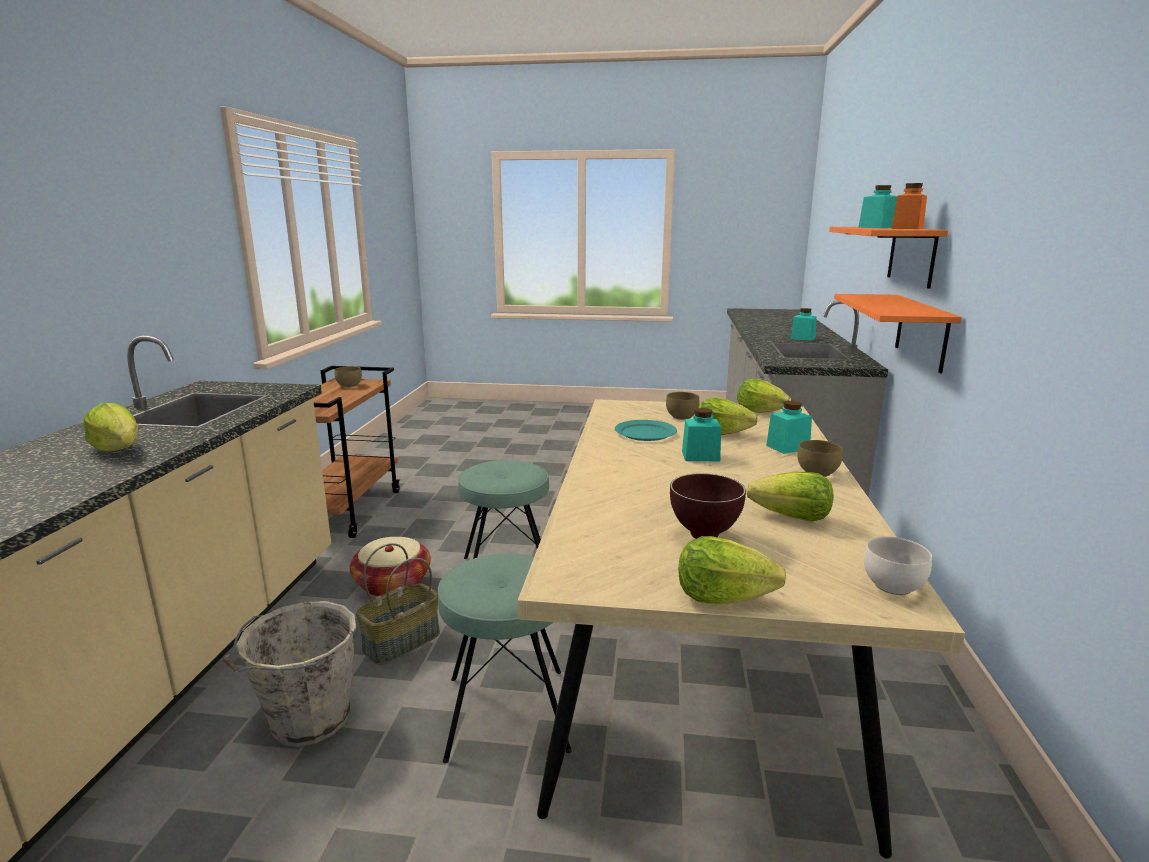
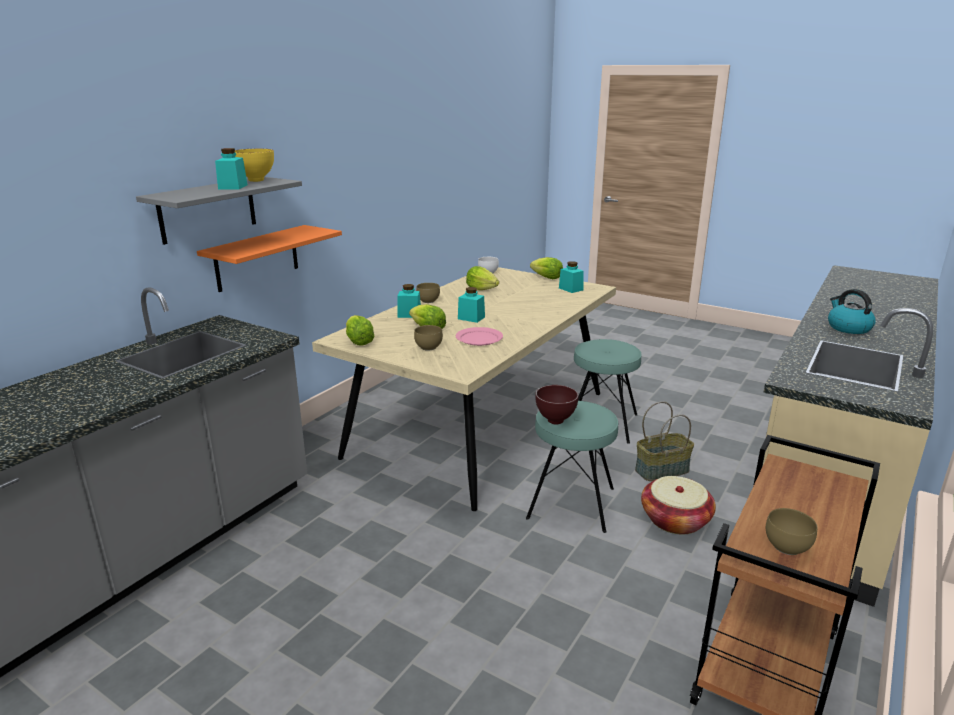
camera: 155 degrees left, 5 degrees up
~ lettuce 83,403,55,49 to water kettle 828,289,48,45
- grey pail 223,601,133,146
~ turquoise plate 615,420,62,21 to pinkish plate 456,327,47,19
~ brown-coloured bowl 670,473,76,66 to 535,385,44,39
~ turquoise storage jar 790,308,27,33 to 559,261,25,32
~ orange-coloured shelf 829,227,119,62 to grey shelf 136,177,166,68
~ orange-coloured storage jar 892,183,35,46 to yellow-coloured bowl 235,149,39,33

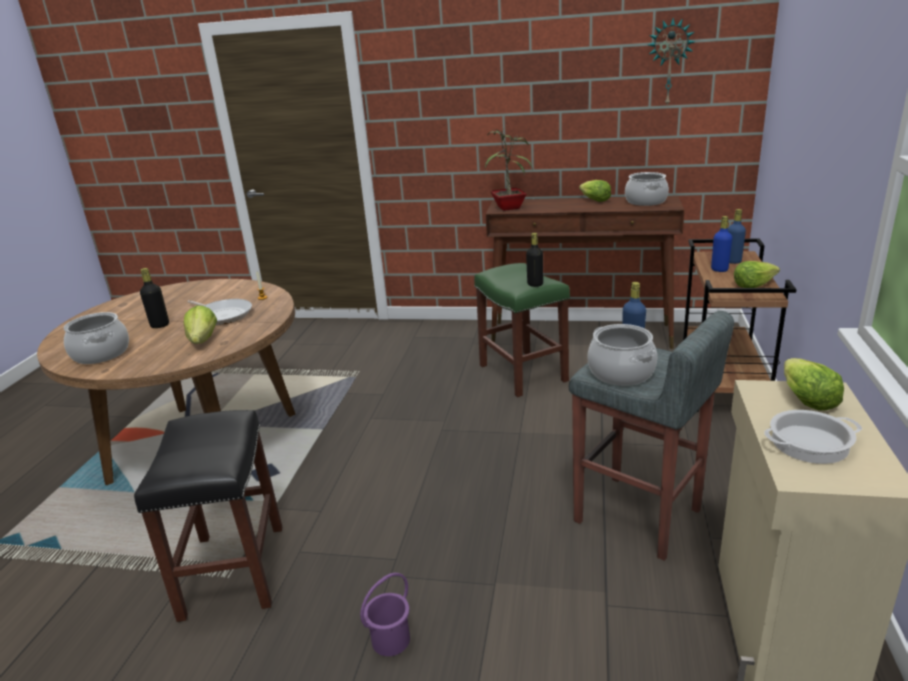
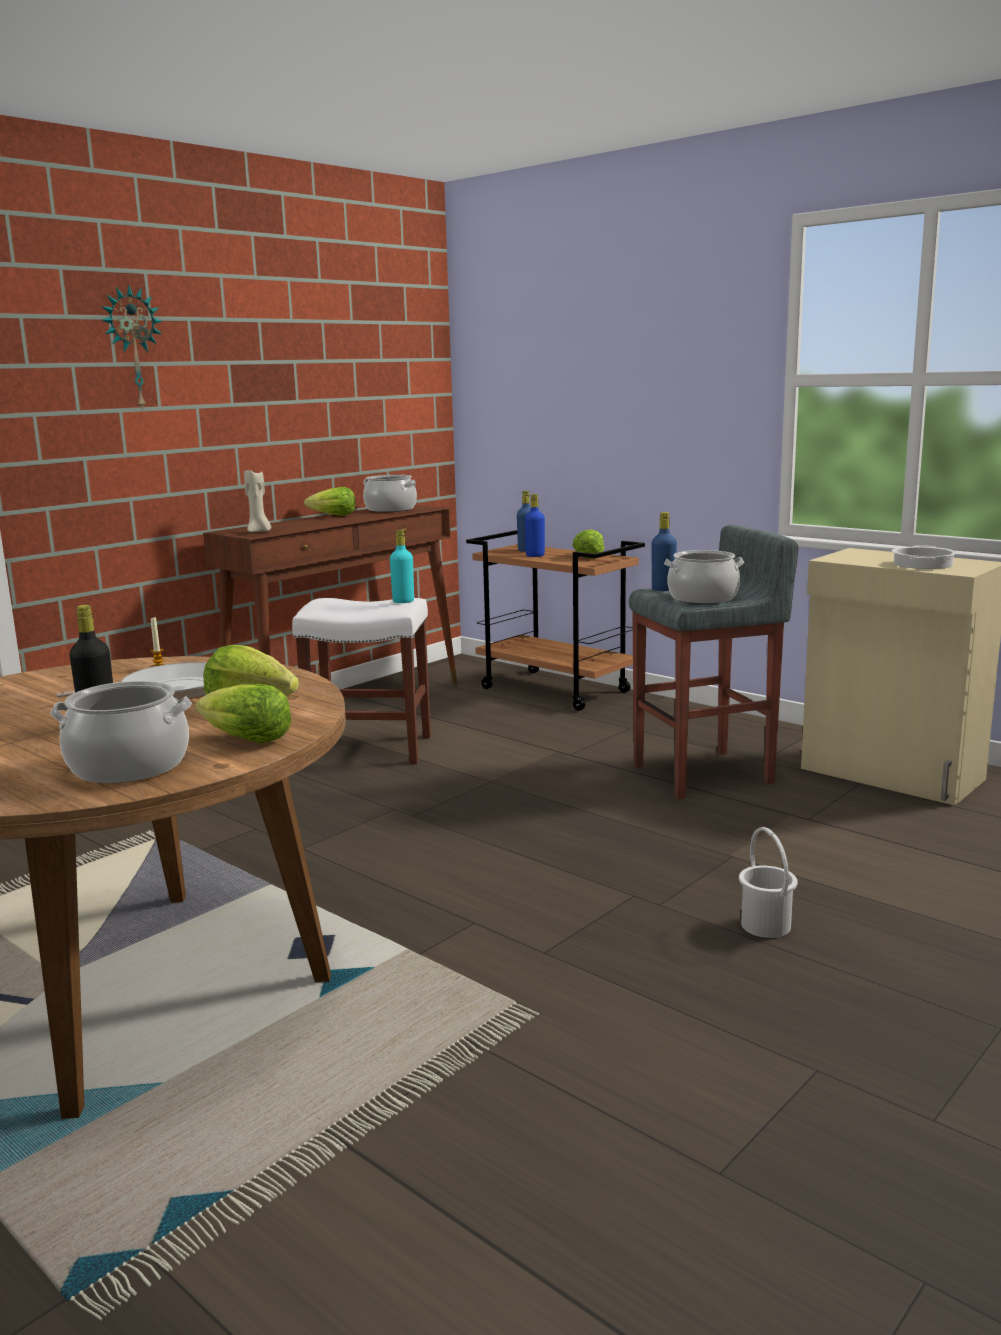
camera: 60 degrees left, 10 degrees down
- black stool 134,410,148,212
~ purple-coloured pail 360,573,50,83 to white-coloured pail 739,827,59,111
~ greenish stool 474,263,96,134 to white-coloured stool 292,598,139,166
~ plant in a pot 485,129,48,82 to beige wax candle 244,470,27,62
~ black bottle 526,233,17,54 to turquoise bottle 390,530,24,73
~ wall clock 648,18,47,89 to 102,285,60,126
~ lettuce 784,358,60,53 to 195,684,96,59

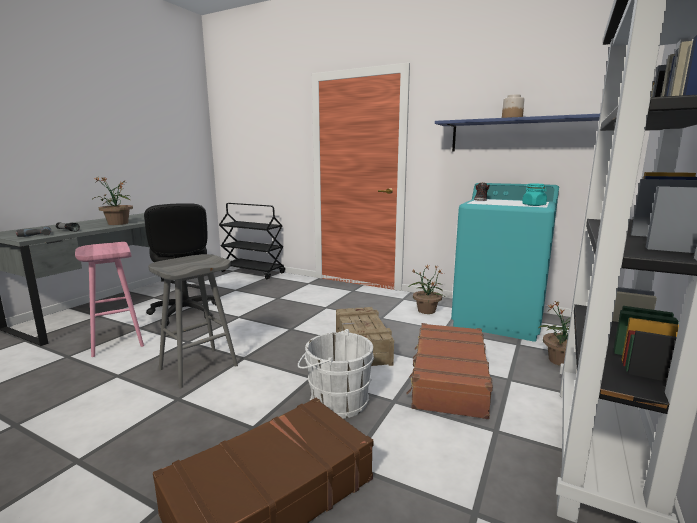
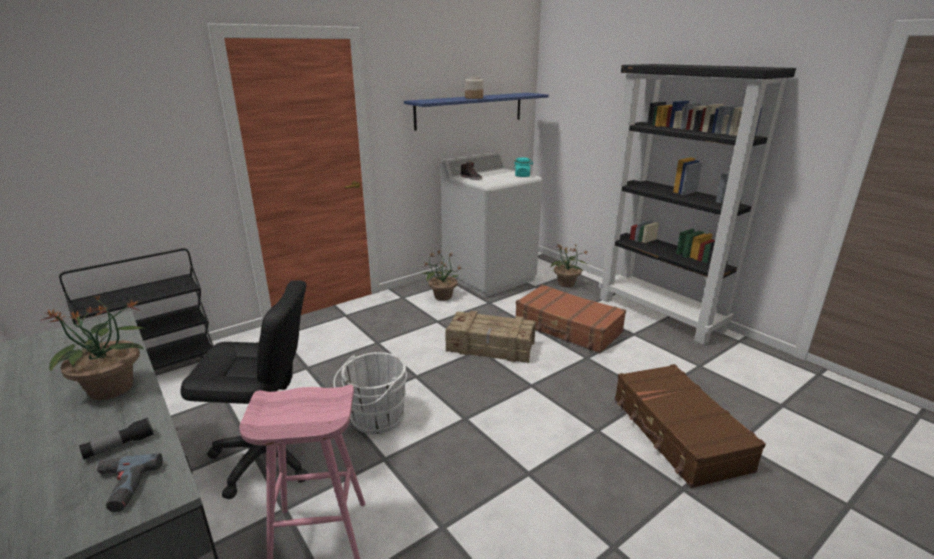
camera: 65 degrees left, 10 degrees up
- grey stool 148,254,90,135
~ white-coloured pail 298,329,76,90 to 333,352,74,82
~ turquoise laundry machine 451,183,108,159 to white-coloured laundry machine 441,152,102,145

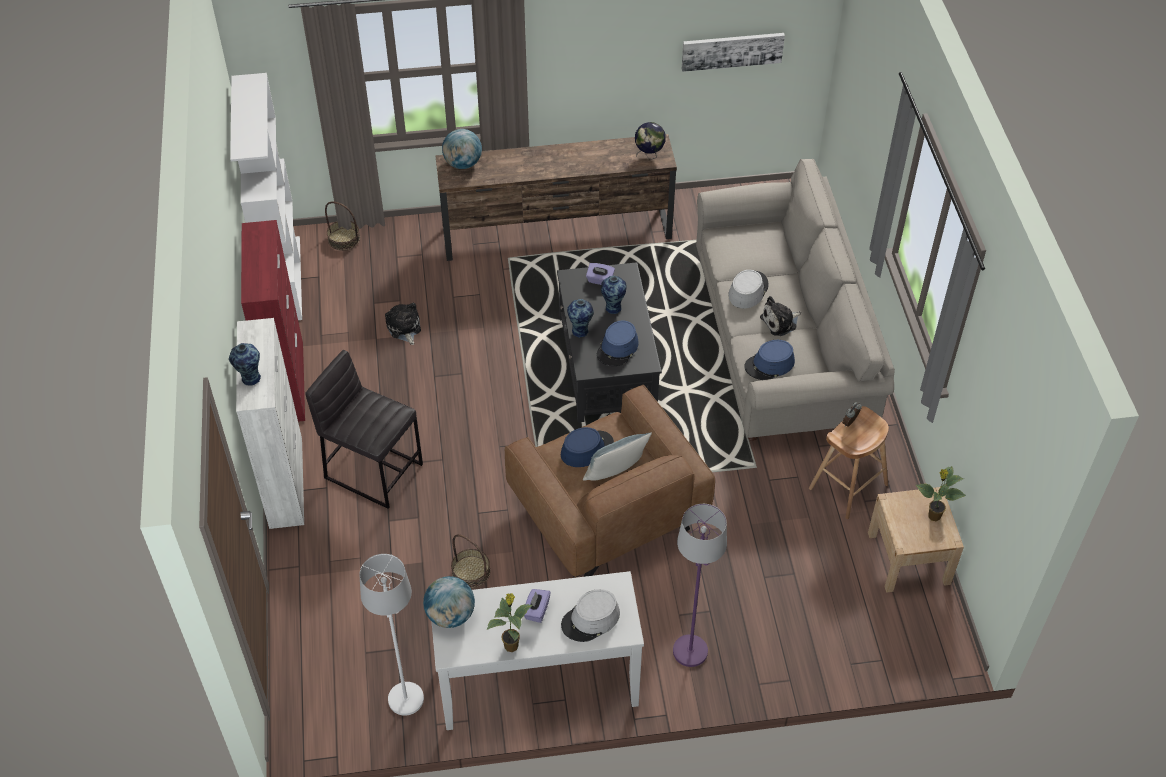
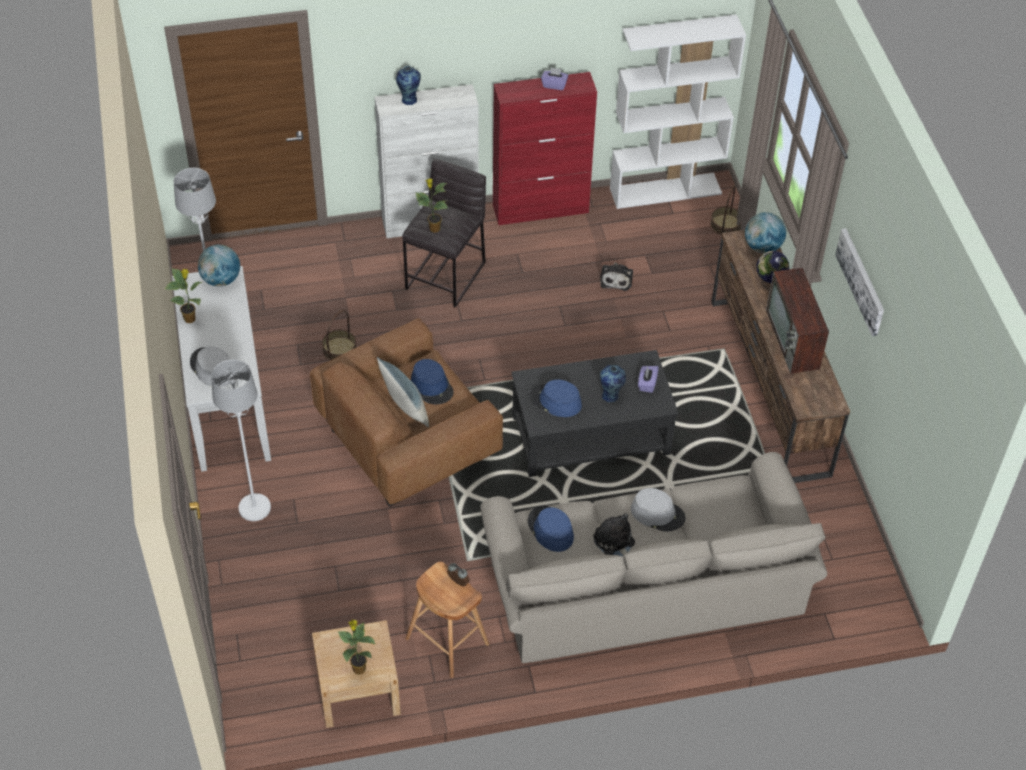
camera: 85 degrees right, 0 degrees up
~ cuddly toy 385,303,36,42 = 600,262,33,29 120 degrees clockwise
~ purple-coloured tissue box 524,589,27,34 to 541,67,28,23
- flower vase 567,299,27,39
~ world globe 635,122,31,38 to 756,251,33,39
~ purple-coloured floor lamp 673,504,54,163 to white-coloured floor lamp 211,359,60,162
~ wall art 682,33,103,39 to 835,228,49,108
+ plant in a pot 416,179,32,54
+ TV 766,268,63,106

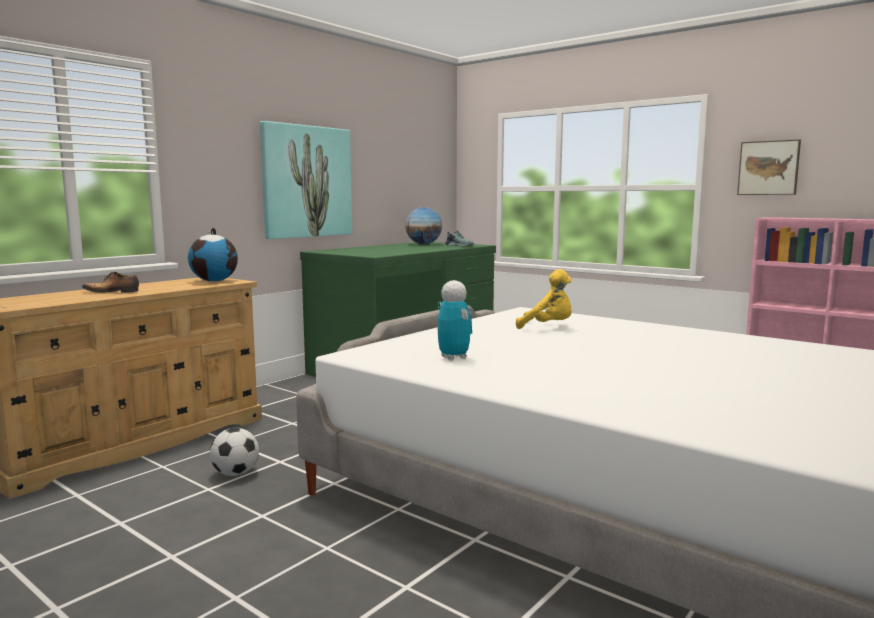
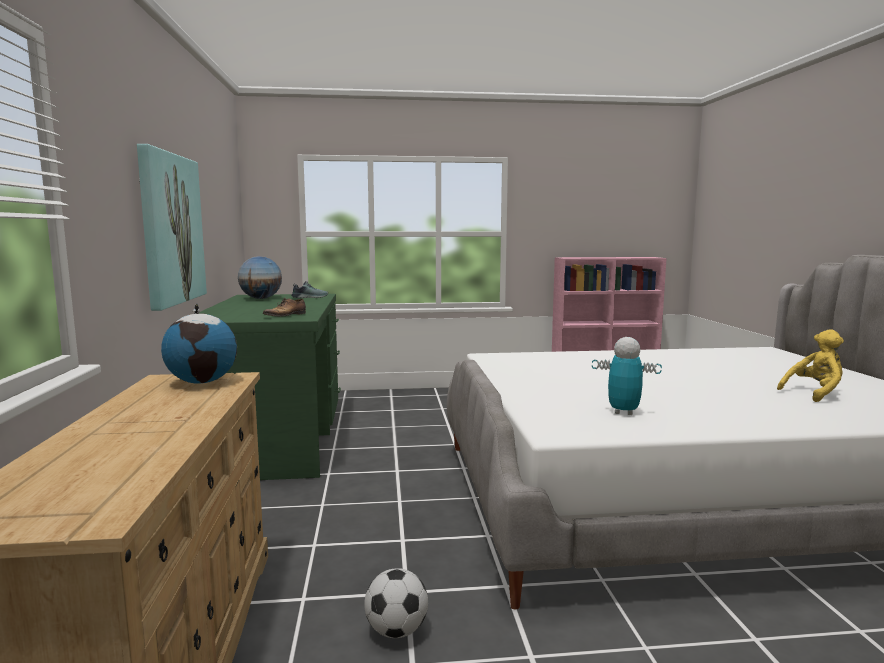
camera: 45 degrees left, 0 degrees up
~ item of footwear 82,272,57,21 to 263,298,43,18
~ yellow-coloured cuddly toy 516,269,56,60 to 777,329,67,73
- wall art 737,139,64,56

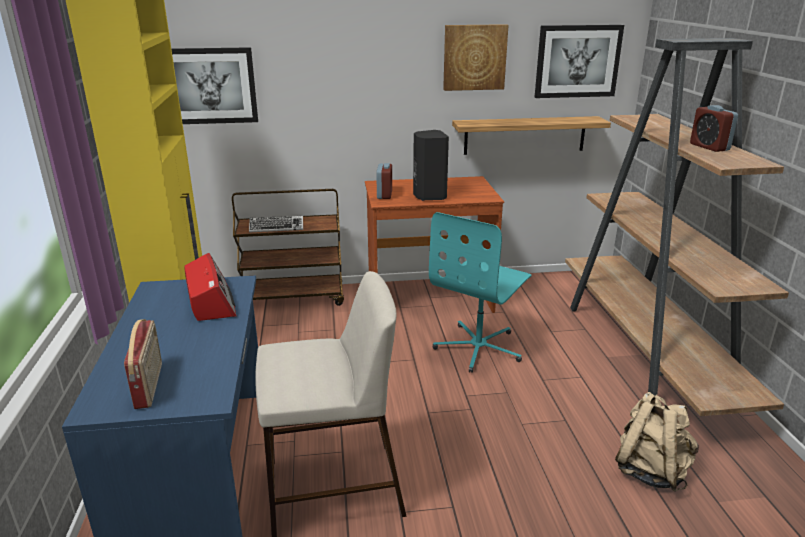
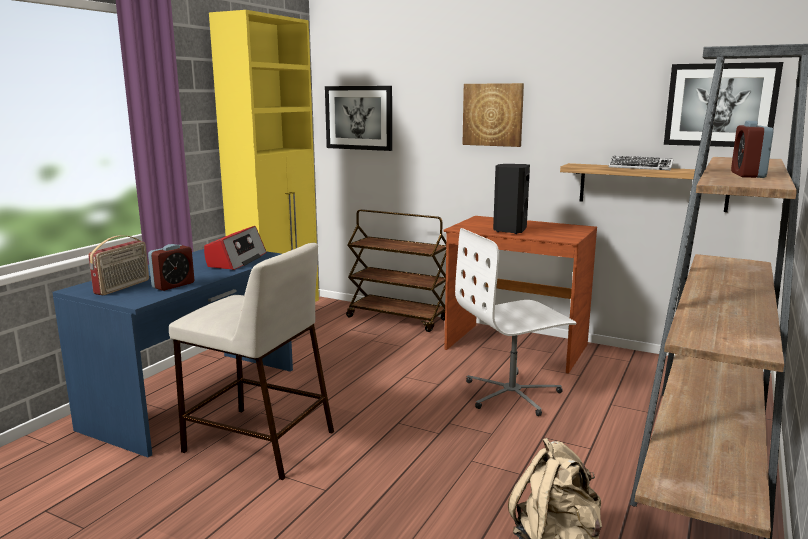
camera: 35 degrees right, 10 degrees down
~ PC keyboard 249,216,54,17 to 609,156,65,14
~ table clock 376,163,16,36 to 148,244,46,47
~ turquoise desk chair 429,212,102,161 to white-coloured desk chair 455,228,122,188
~ wall art 443,24,65,67 to 462,83,62,64

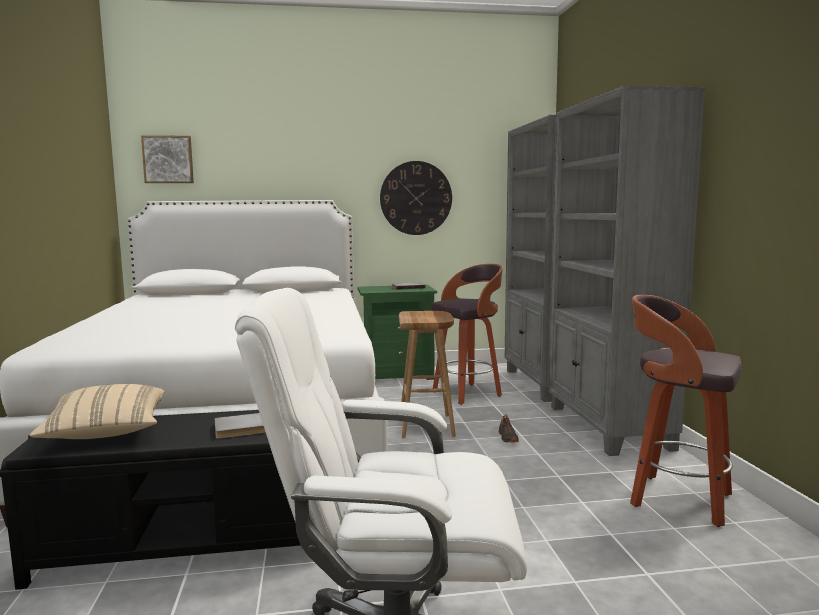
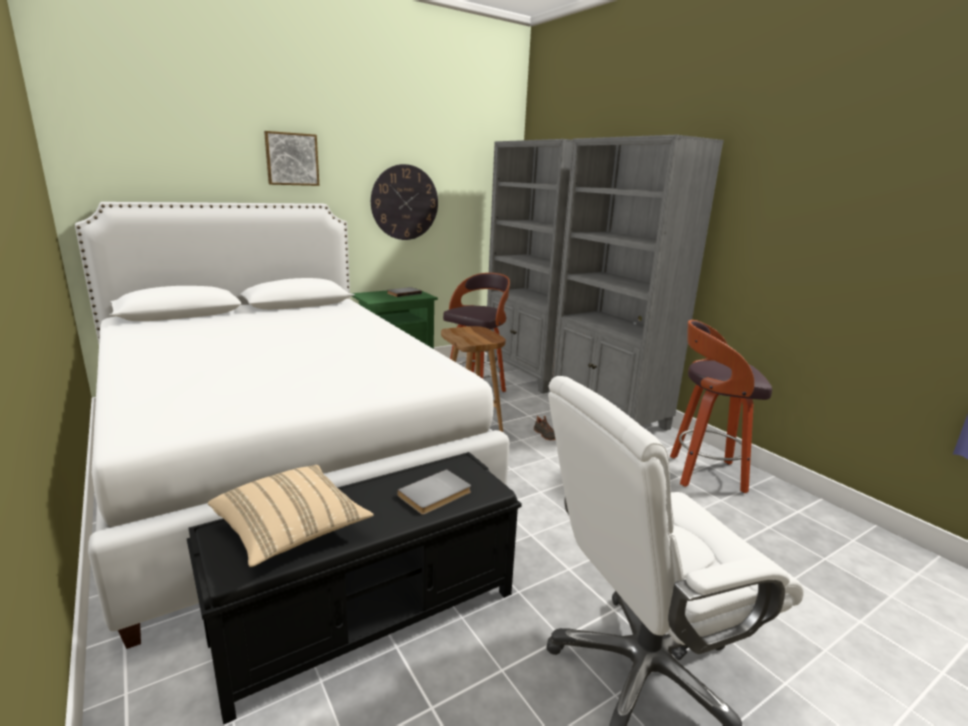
camera: 25 degrees left, 10 degrees up
~ wall art 141,135,53,48 to 264,131,55,55

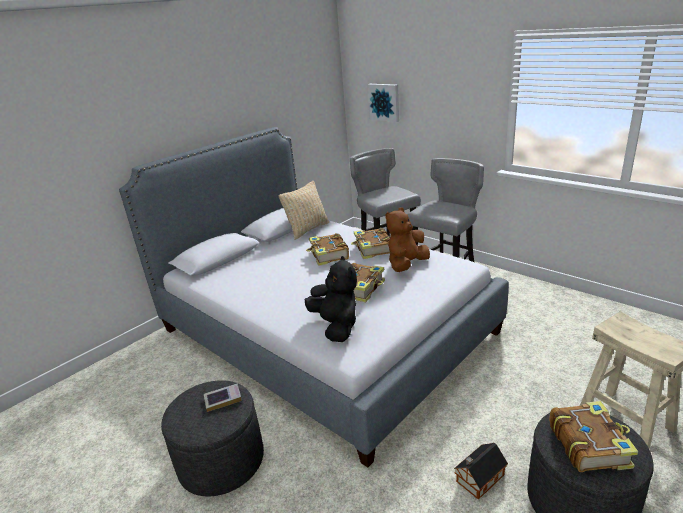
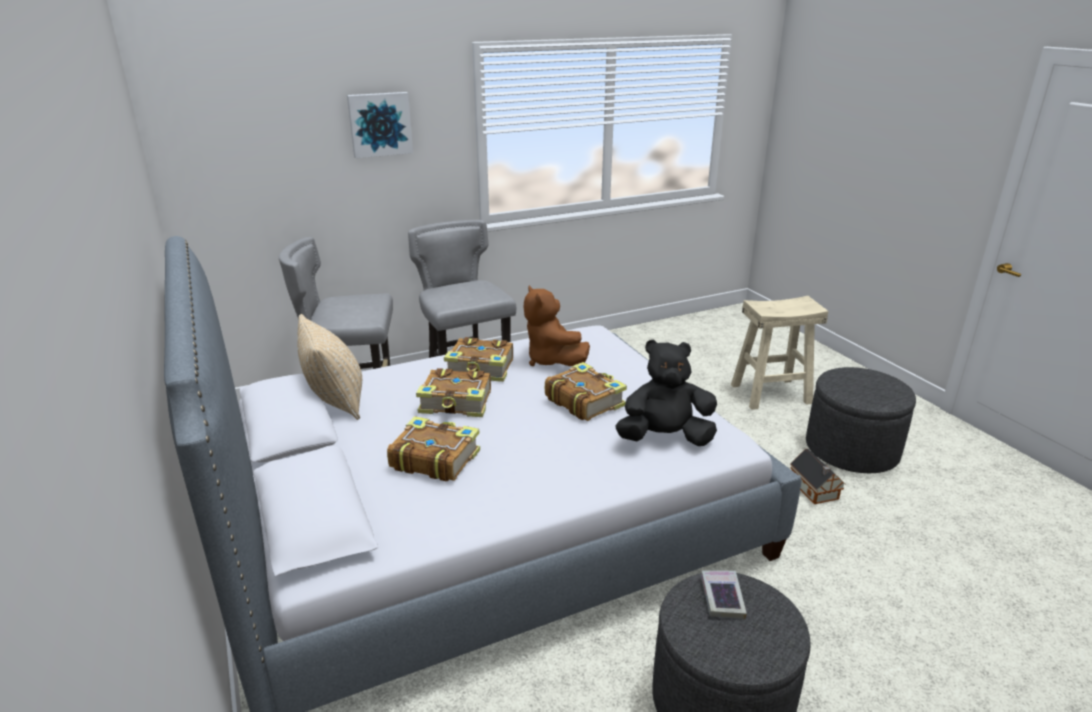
camera: 70 degrees left, 0 degrees up
~ wall art 367,84,32,38 to 347,92,66,66
~ book 549,401,89,71 to 387,416,93,65

